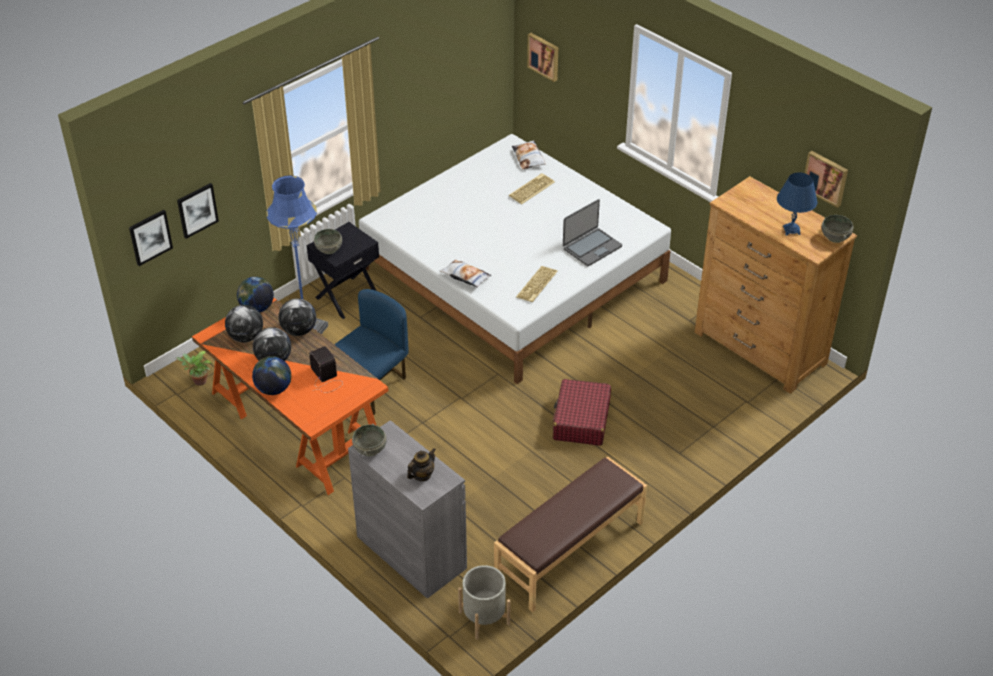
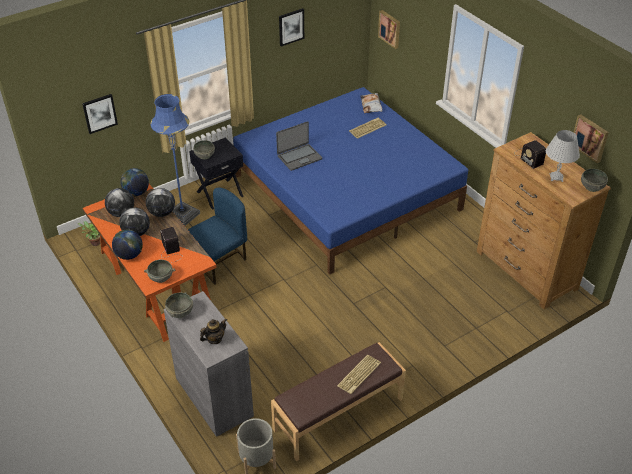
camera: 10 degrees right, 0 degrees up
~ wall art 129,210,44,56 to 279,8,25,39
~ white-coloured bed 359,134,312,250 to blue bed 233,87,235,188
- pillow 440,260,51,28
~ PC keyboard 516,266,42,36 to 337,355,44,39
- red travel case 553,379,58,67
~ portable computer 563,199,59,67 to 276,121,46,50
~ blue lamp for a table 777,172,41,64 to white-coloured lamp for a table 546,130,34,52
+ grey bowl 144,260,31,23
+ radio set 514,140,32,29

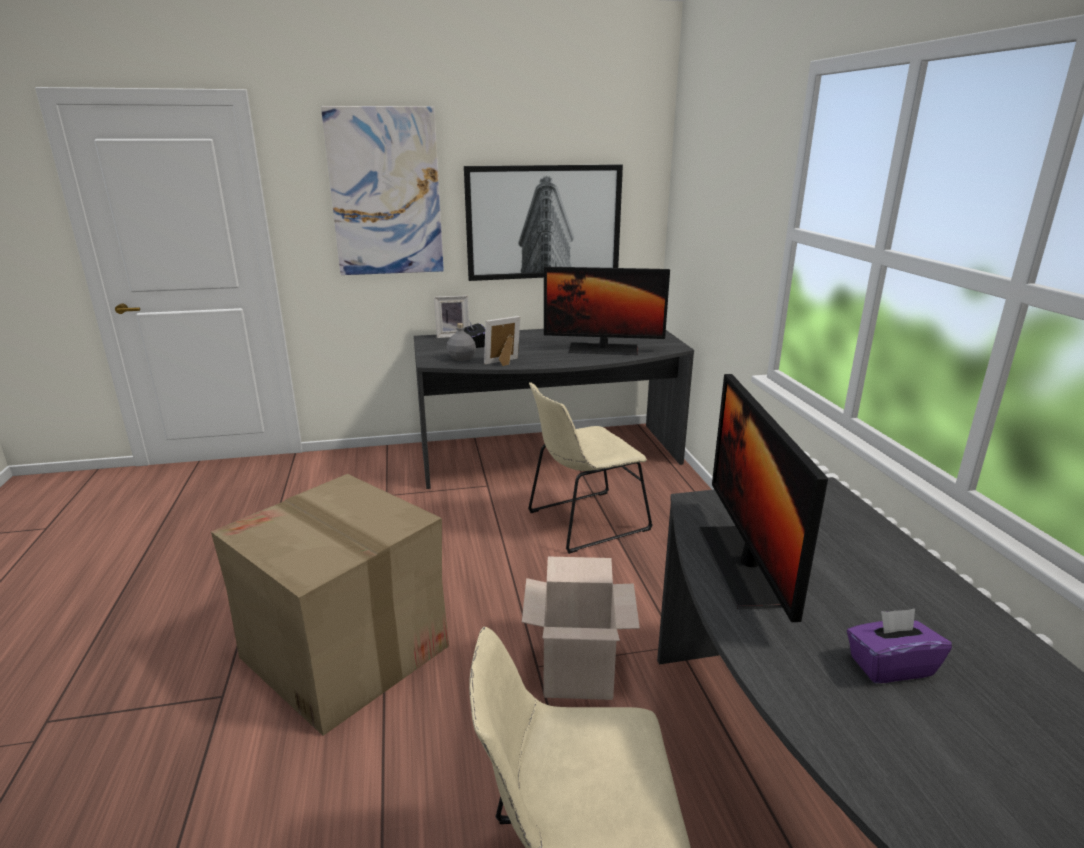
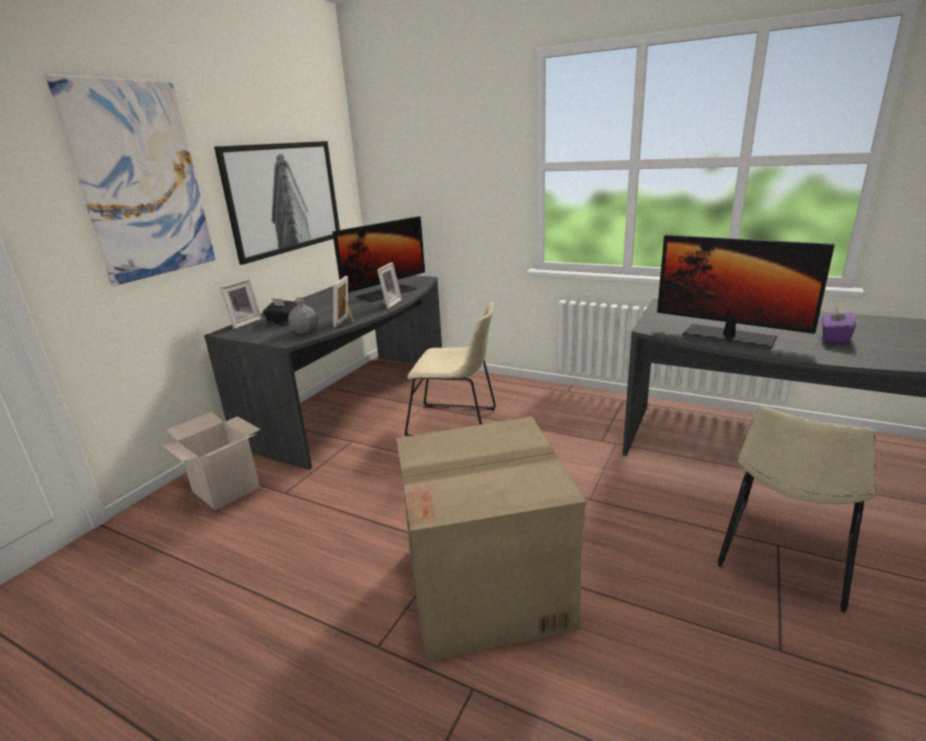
camera: 50 degrees left, 0 degrees up
~ cardboard box 522,556,118,144 to 162,412,99,98
~ beige chair 528,382,125,172 = 404,302,92,134 90 degrees counterclockwise
+ picture frame 377,262,25,47

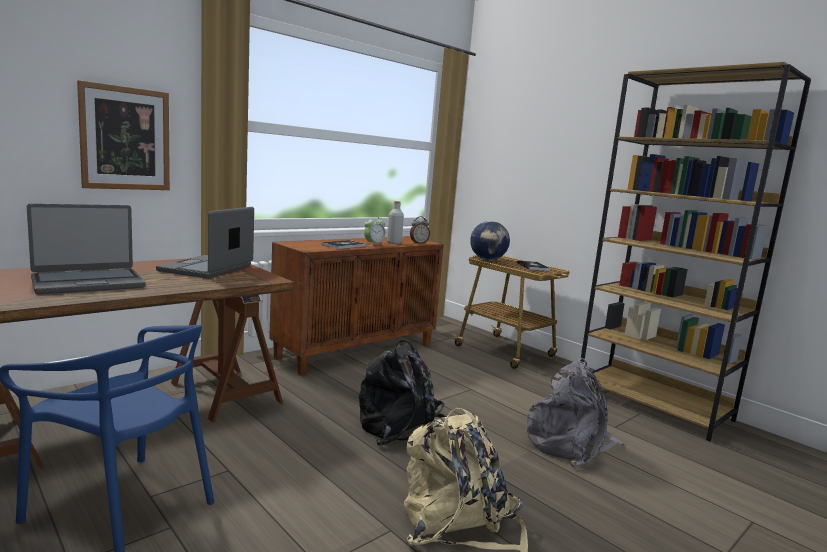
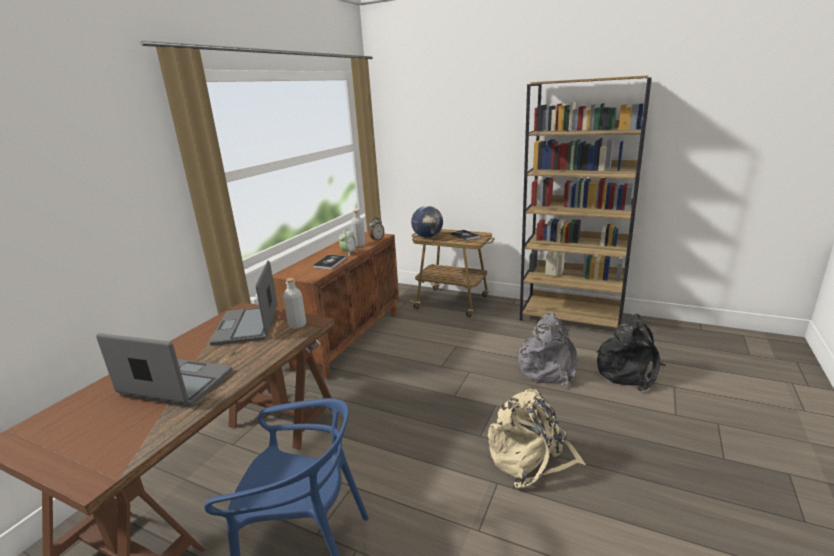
camera: 20 degrees left, 10 degrees up
~ portable computer 27,204,119,90 = 96,333,136,74 105 degrees counterclockwise
- wall art 77,80,93,110
~ black rucksack 359,341,87,105 to 597,314,69,77
+ grey bottle 283,278,23,51

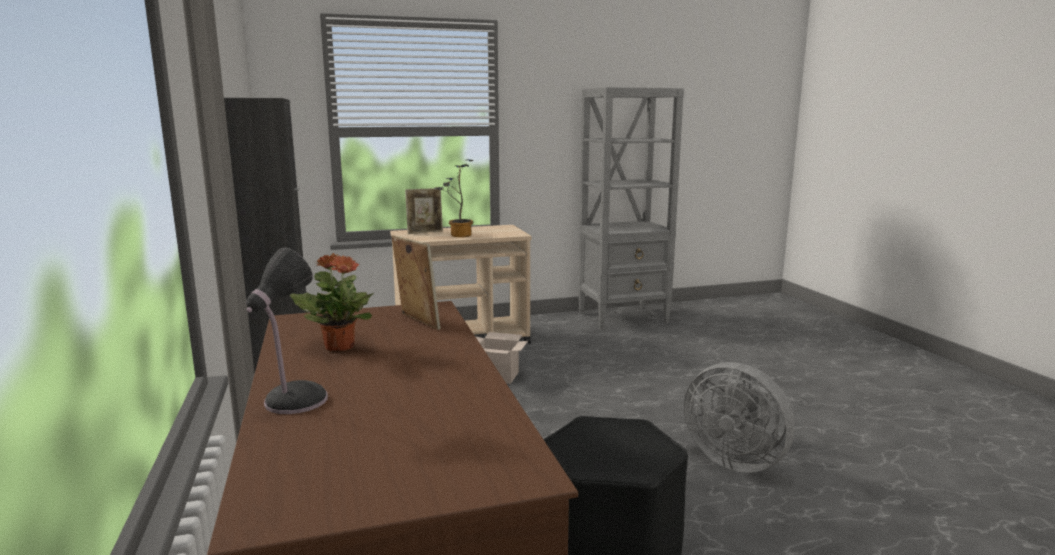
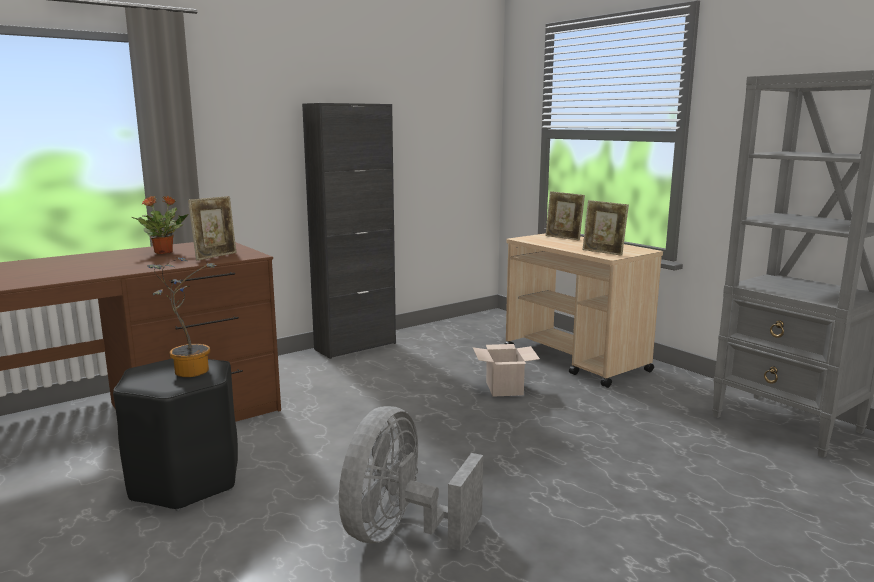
camera: 70 degrees right, 0 degrees up
- lamp for a table 246,248,82,166
~ plant in a pot 435,159,39,78 to 147,257,69,120
+ picture frame 583,200,46,56

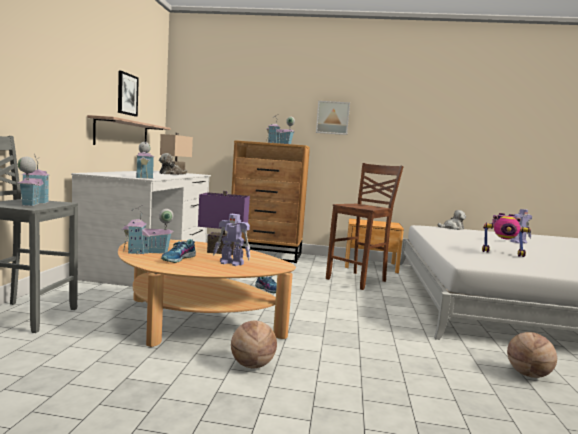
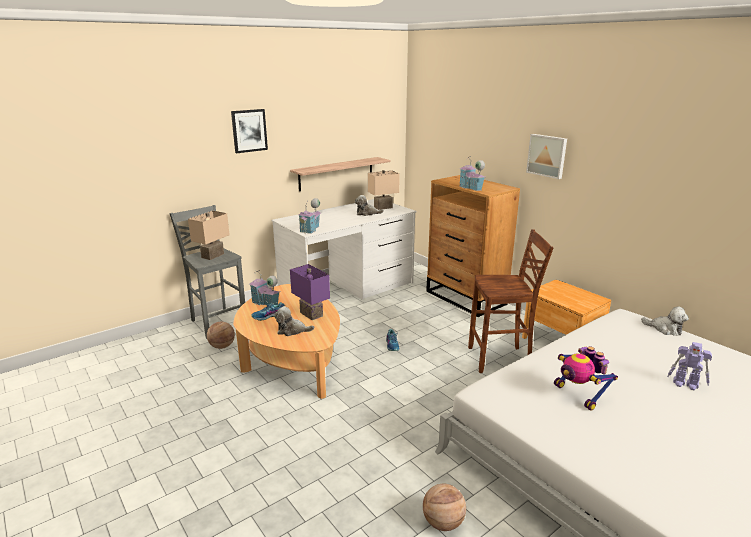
camera: 45 degrees right, 15 degrees up
~ toy house 18,154,31,52 to beige lamp for a table 188,211,42,49
~ wall art 118,71,21,46 to 231,109,37,44
~ model robot 213,214,37,52 to cuddly toy 274,306,40,30
~ ball for basketball 231,321,46,47 to 207,322,28,27

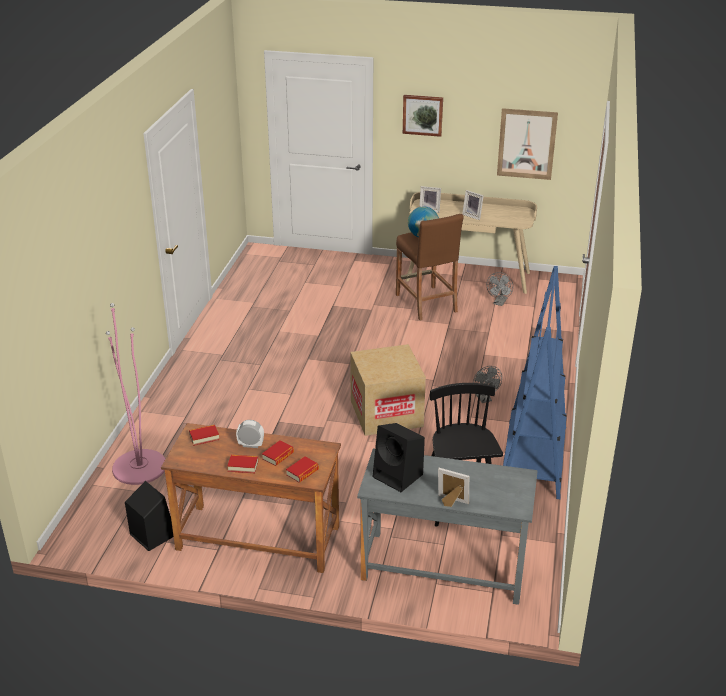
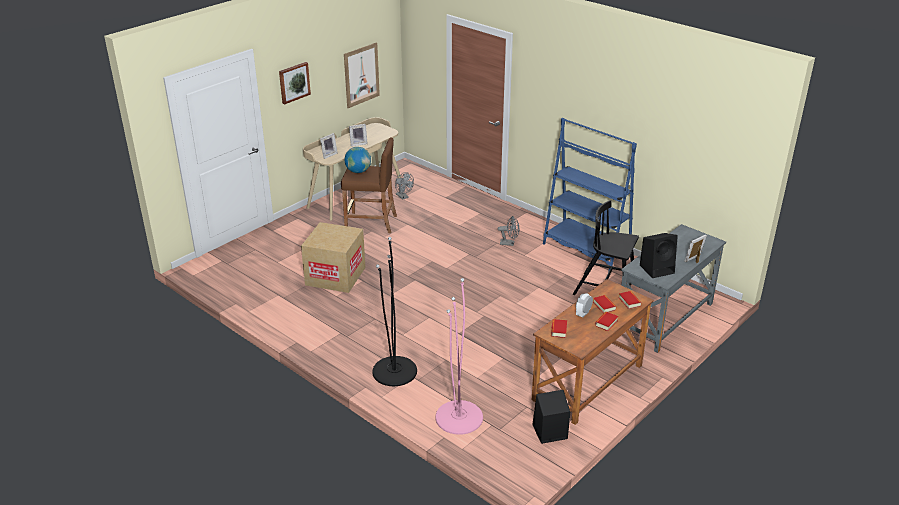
camera: 60 degrees left, 0 degrees up
~ cardboard box 350,344,76,92 to 301,222,65,71
+ black floor lamp 372,237,45,149

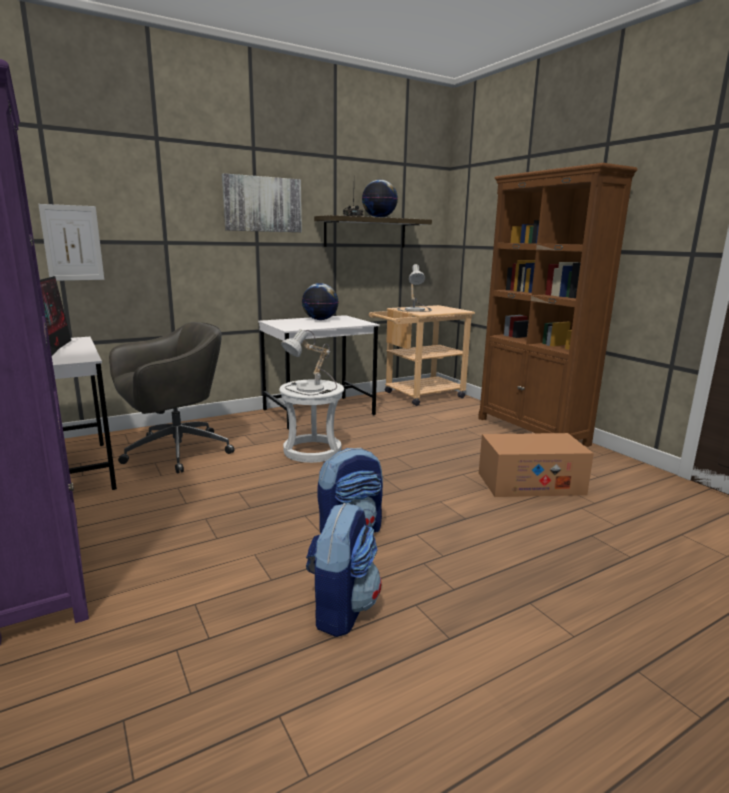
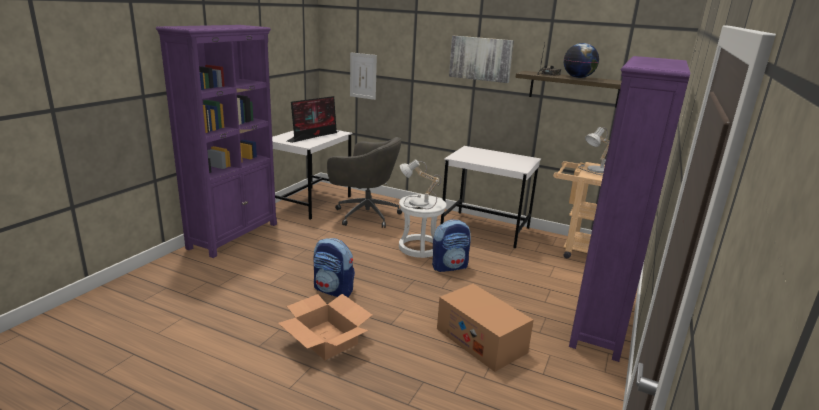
camera: 55 degrees right, 5 degrees up
- world globe 302,283,37,37
~ rucksack 306,503,76,134 to 432,219,39,53
~ brown-coloured bookcase 478,163,160,284 to purple-coloured bookcase 569,56,121,306
+ cardboard box 278,294,94,66

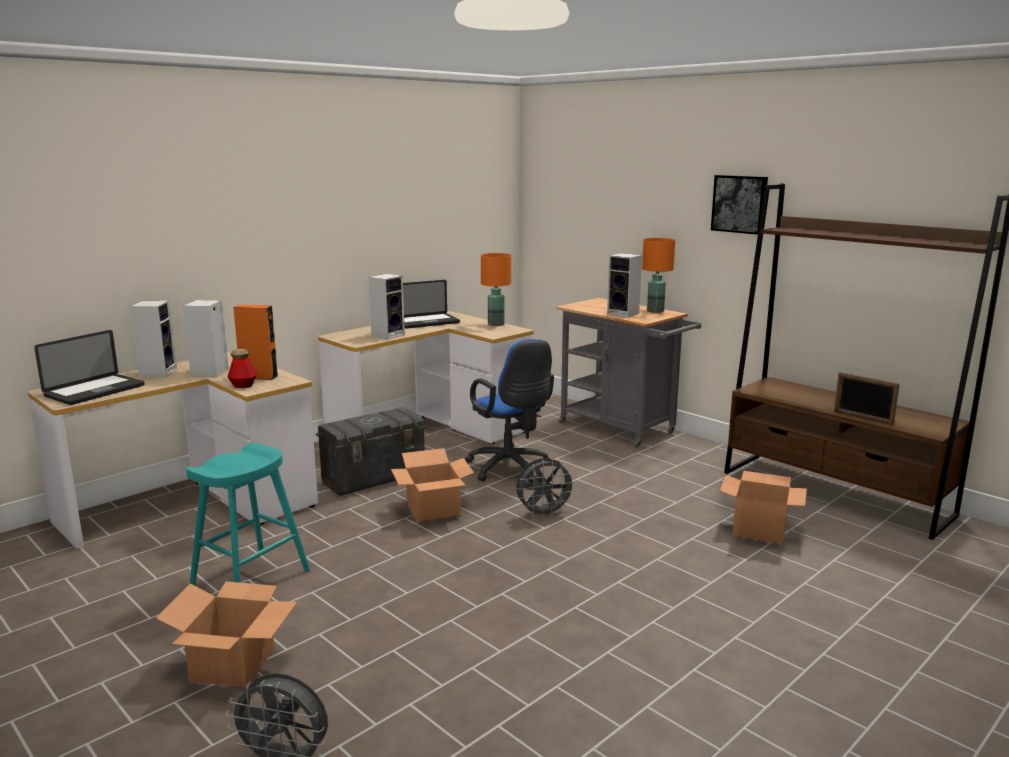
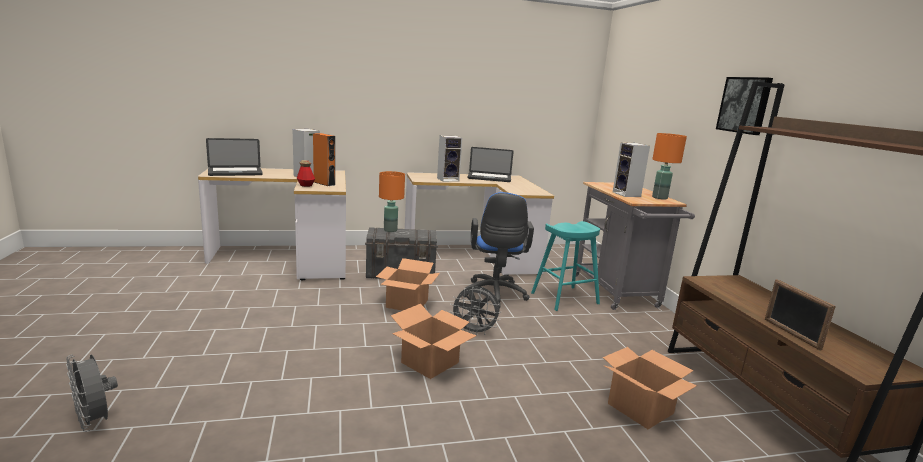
camera: 30 degrees right, 0 degrees up
- speaker 130,301,47,76
~ cardboard box 156,582,141,105 to 391,304,86,75
~ turquoise stool 186,443,124,143 to 531,221,69,90
~ orange-coloured lamp for a table 481,253,30,73 to 379,171,26,61

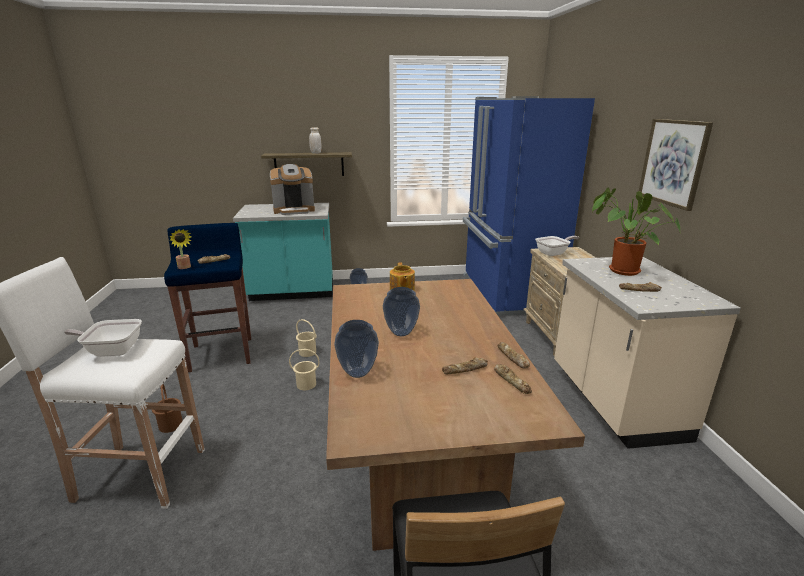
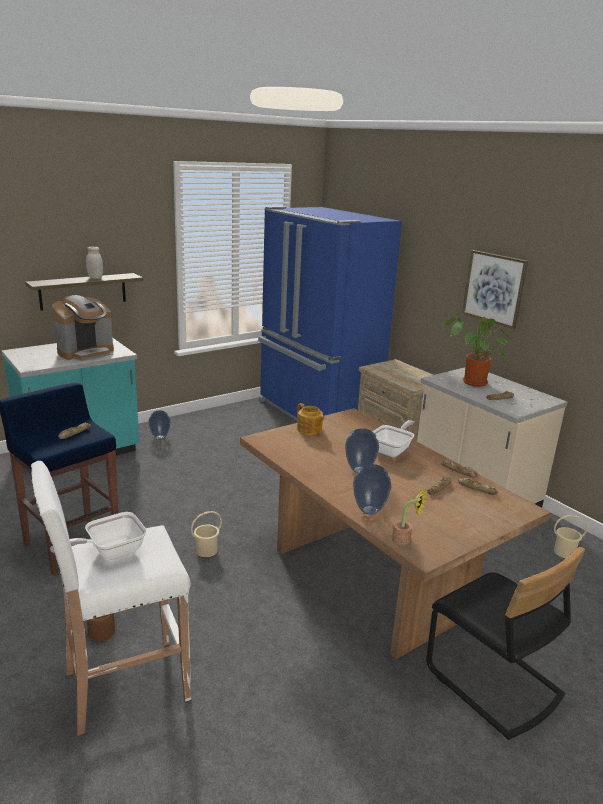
camera: 30 degrees left, 0 degrees up
~ plant in a pot 169,229,23,40 to 392,488,36,57
~ beige pail 296,319,21,38 to 554,515,33,43
~ pan 535,236,44,20 to 372,420,42,37

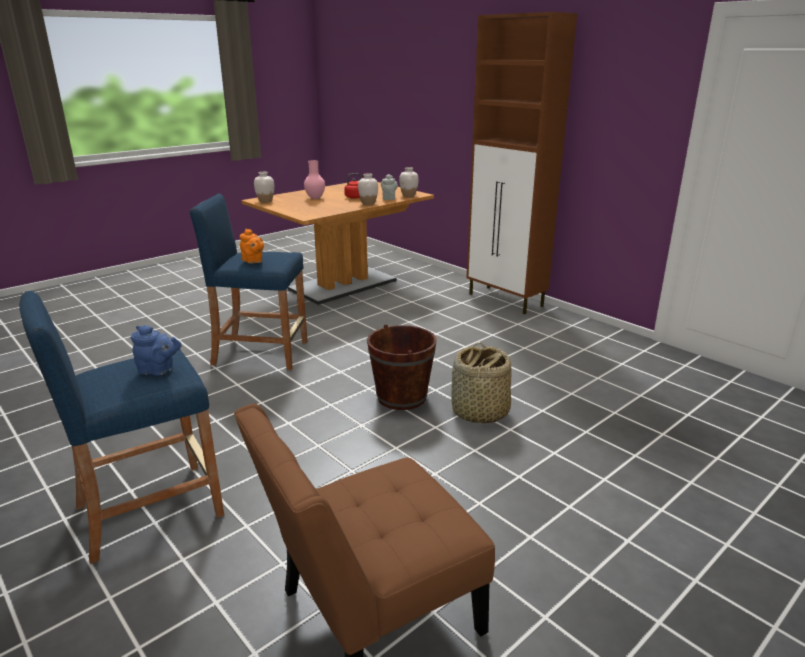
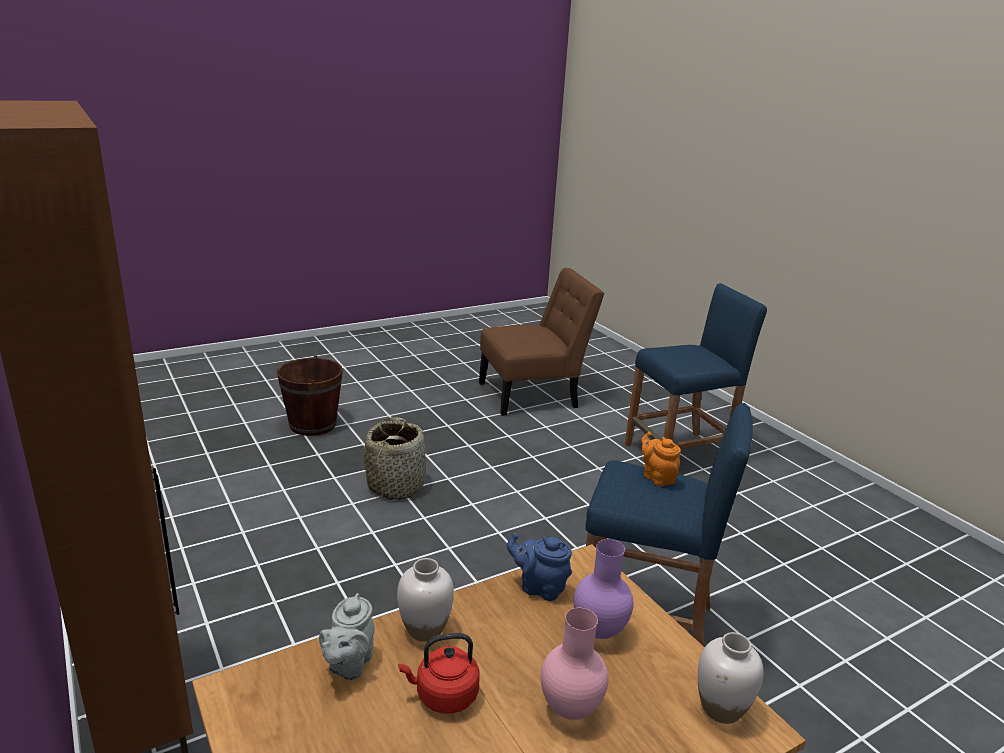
camera: 170 degrees left, 0 degrees up
~ blue teapot 131,325,51,51 to 507,533,65,68
~ brown-coloured pail 367,324,70,86 to 277,355,66,81
- white-coloured flower vase 399,167,20,30
+ purple-coloured flower vase 574,539,60,100

